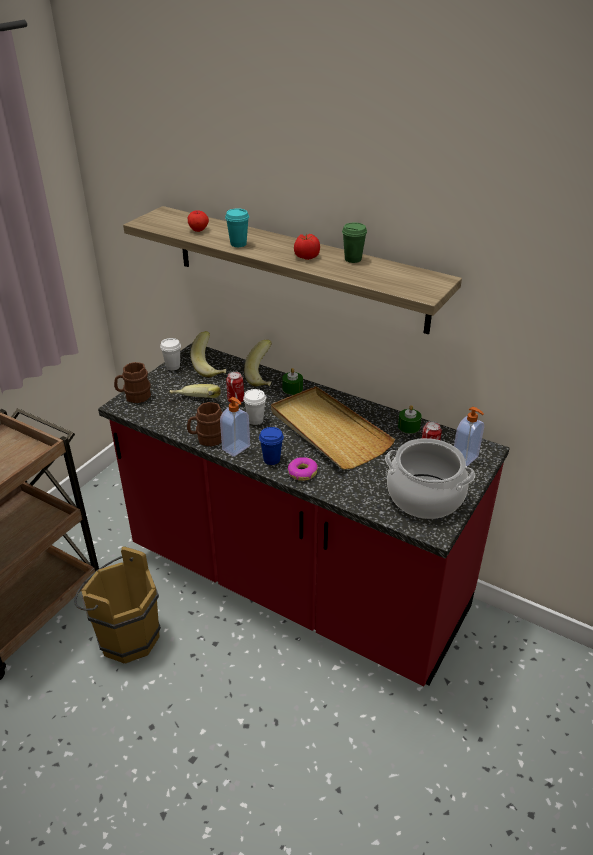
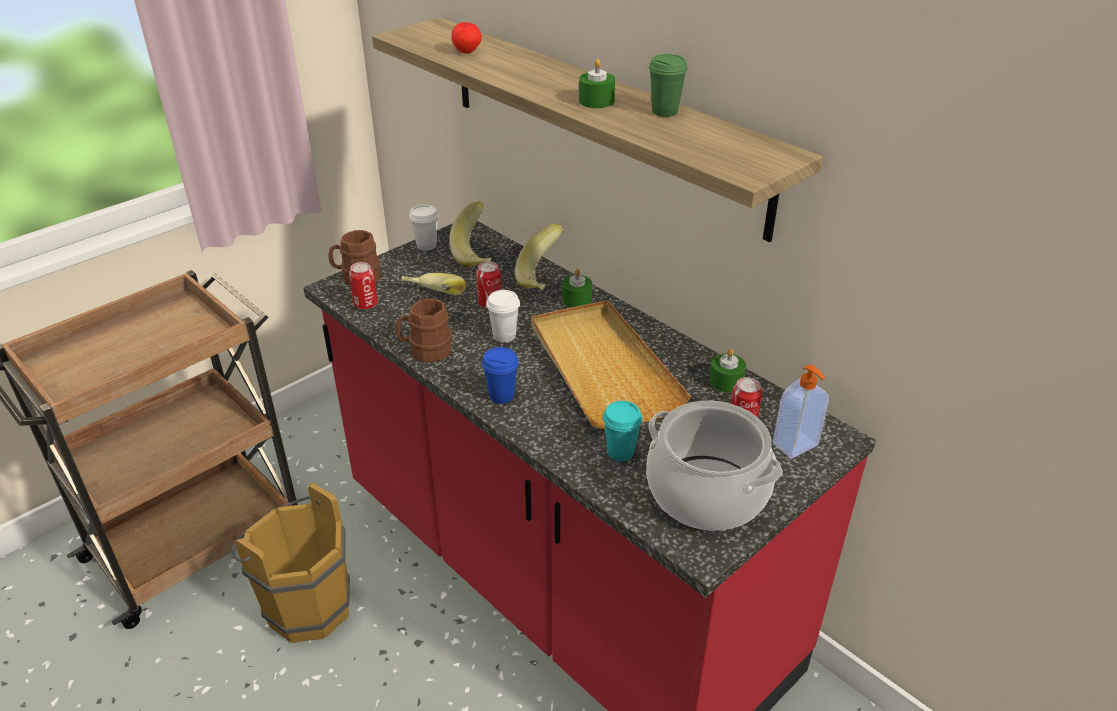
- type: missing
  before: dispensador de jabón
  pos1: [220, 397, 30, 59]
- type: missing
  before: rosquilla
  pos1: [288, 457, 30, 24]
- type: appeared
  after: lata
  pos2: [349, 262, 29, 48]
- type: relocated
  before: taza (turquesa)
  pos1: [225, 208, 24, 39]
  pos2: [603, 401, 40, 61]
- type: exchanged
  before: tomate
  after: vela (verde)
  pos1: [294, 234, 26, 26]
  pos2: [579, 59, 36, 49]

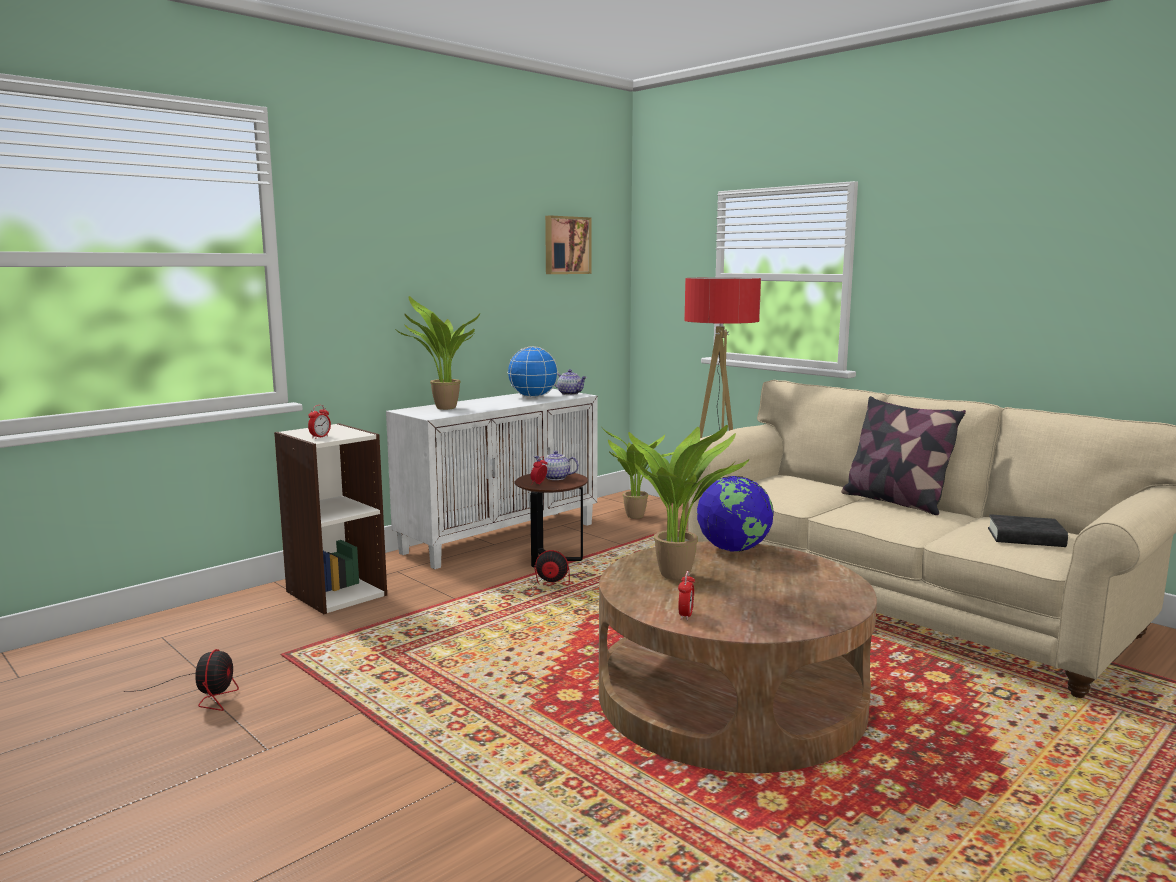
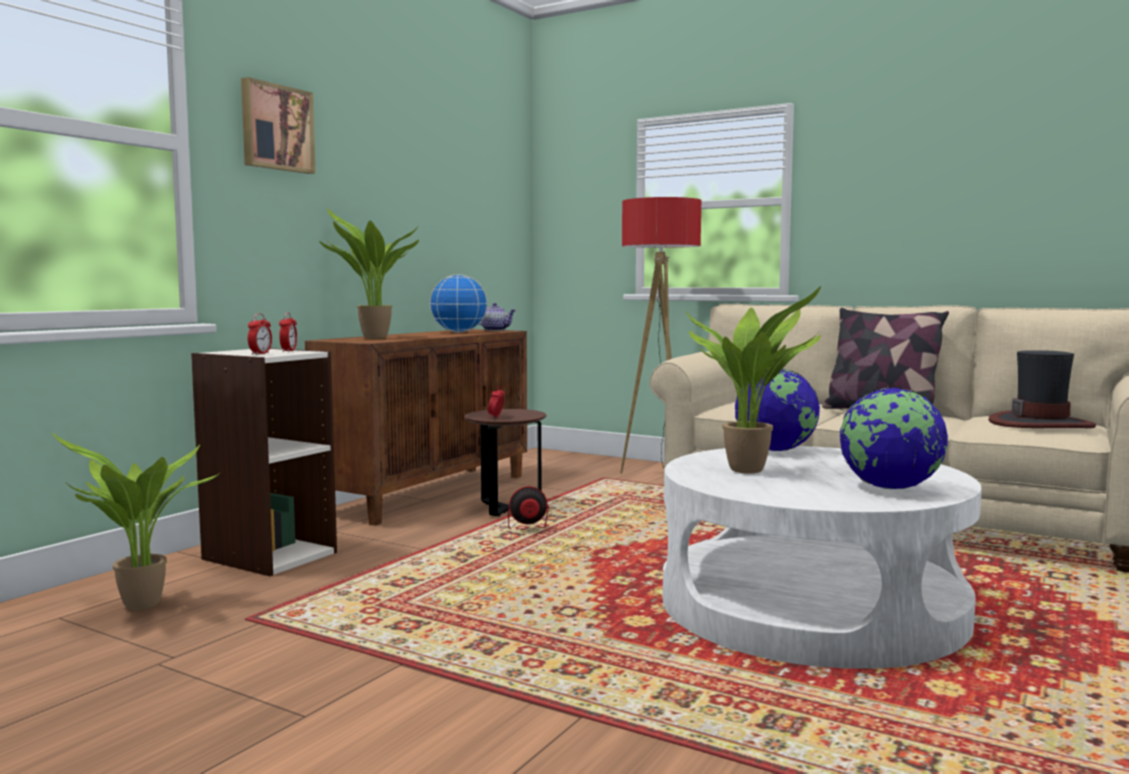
- type: missing
  before: ventilador
  pos1: [123, 649, 116, 62]
- type: missing
  before: tetera
  pos1: [534, 451, 45, 29]
- type: appeared
  after: globo terráqueo
  pos2: [840, 387, 108, 102]
- type: relocated
  before: cuadro
  pos1: [545, 215, 46, 59]
  pos2: [241, 77, 74, 97]
- type: relocated
  before: planta en maceta
  pos1: [603, 429, 71, 90]
  pos2: [52, 432, 168, 178]
- type: relocated
  before: despertador
  pos1: [678, 571, 17, 49]
  pos2: [279, 312, 18, 40]
- type: exchanged
  before: libro (negro)
  after: sombrero
  pos1: [988, 514, 80, 33]
  pos2: [988, 350, 108, 78]
- type: colour
  before: armario (blanco)
  after: armario (marrón)
  pos1: [386, 389, 212, 180]
  pos2: [305, 329, 222, 197]
- type: colour
  before: mesa de centro (marrón)
  after: mesa de centro (blanco)
  pos1: [599, 541, 278, 232]
  pos2: [663, 446, 319, 223]

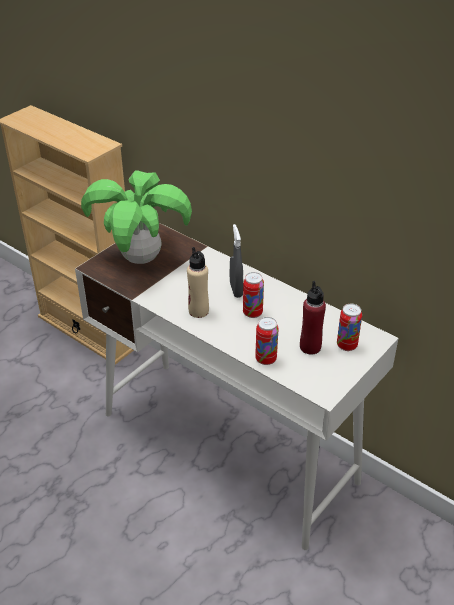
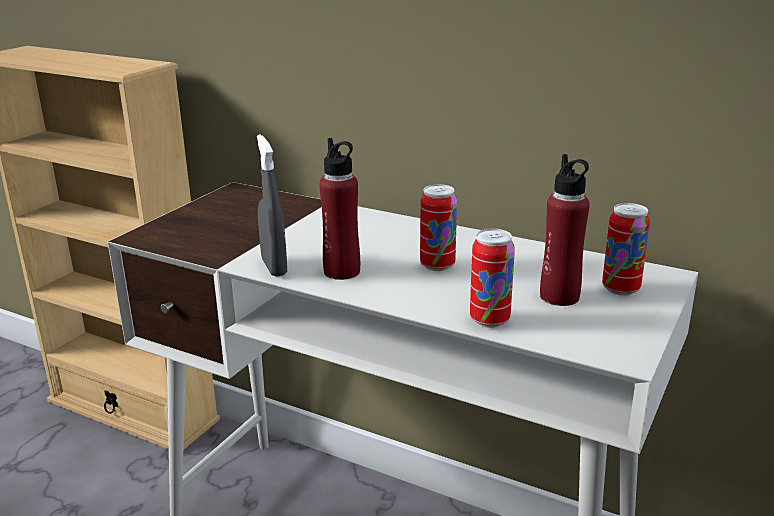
- type: missing
  before: planta en maceta
  pos1: [81, 171, 111, 93]
- type: relocated
  before: pulverizador (gris)
  pos1: [230, 224, 13, 74]
  pos2: [257, 134, 30, 143]
- type: colour
  before: botella (beis)
  after: botella (rojo)
  pos1: [187, 247, 22, 71]
  pos2: [319, 138, 41, 142]

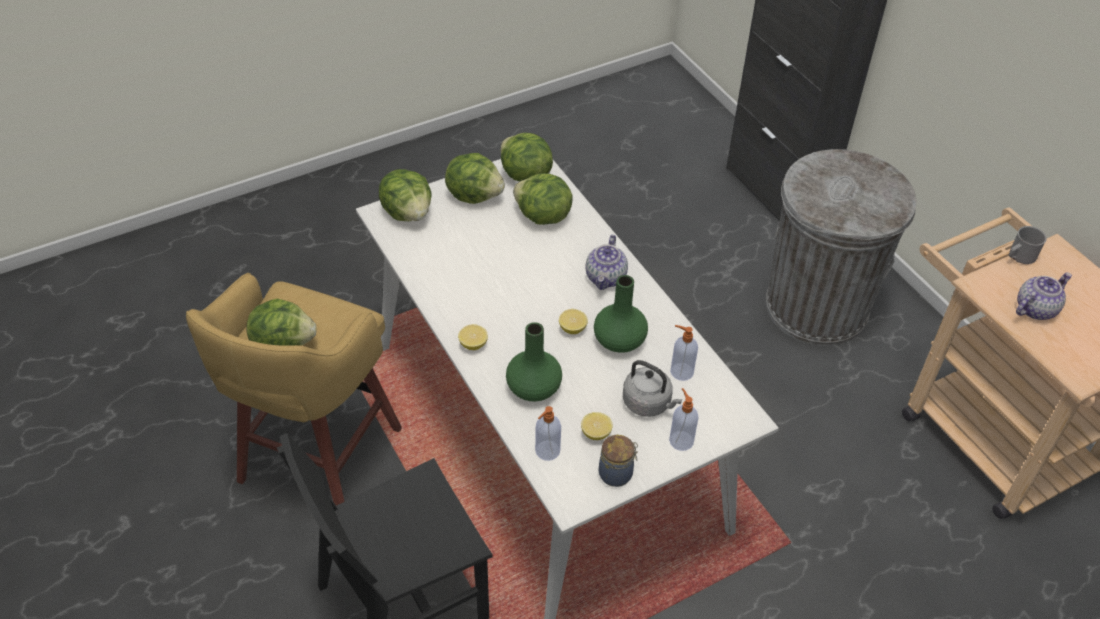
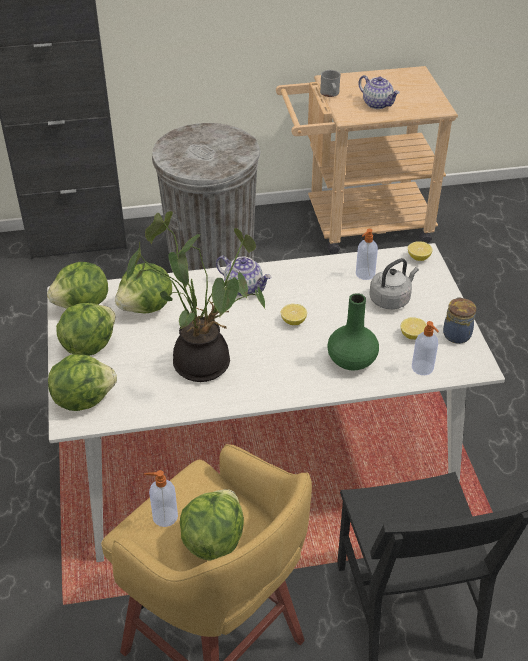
- type: missing
  before: florero (verde)
  pos1: [594, 275, 54, 78]
- type: appeared
  after: planta en maceta
  pos2: [126, 211, 139, 171]
- type: relocated
  before: limón
  pos1: [458, 324, 30, 26]
  pos2: [408, 241, 24, 20]
- type: relocated
  before: dispensador de jabón
  pos1: [669, 388, 30, 63]
  pos2: [144, 470, 34, 57]
- type: spun
  before: tetera
  pos1: [1016, 272, 56, 48]
  pos2: [358, 75, 42, 34]
  turn: 150

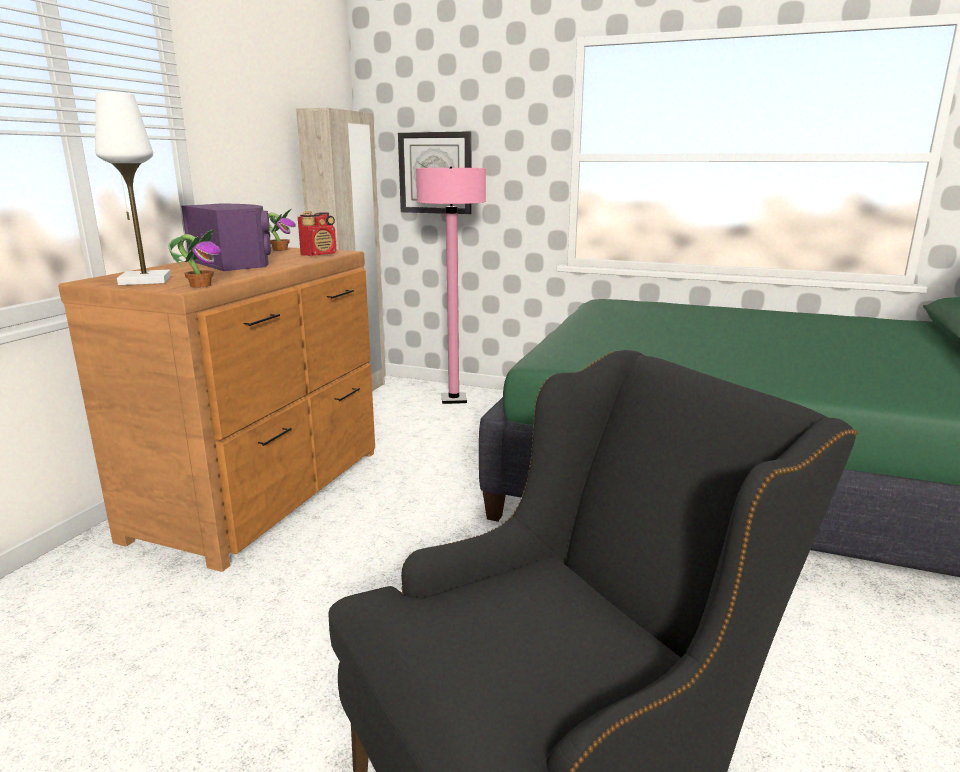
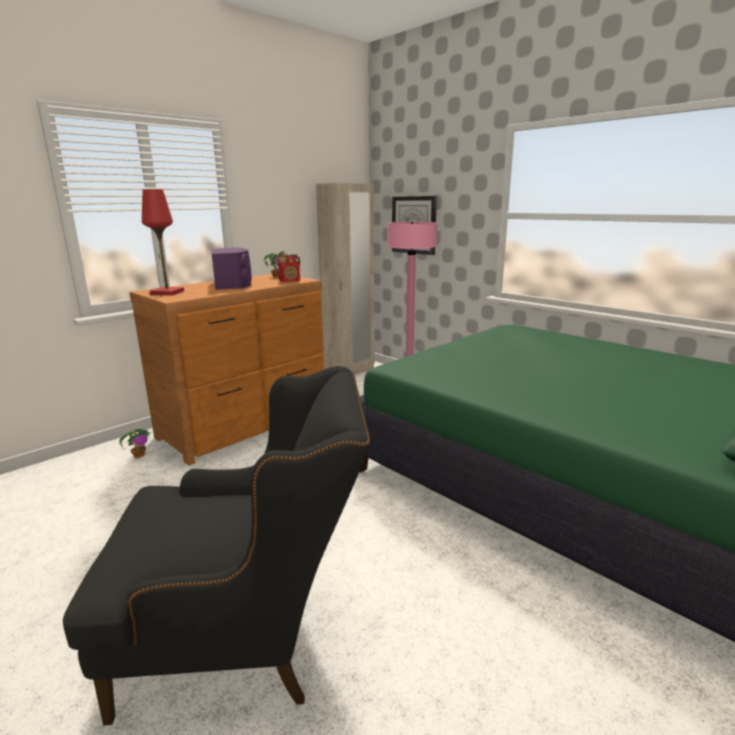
- type: relocated
  before: planta en maceta
  pos1: [168, 229, 53, 59]
  pos2: [119, 429, 31, 29]
- type: colour
  before: lámpara de mesa (blanco)
  after: lámpara de mesa (rojo)
  pos1: [95, 92, 76, 193]
  pos2: [142, 189, 42, 106]

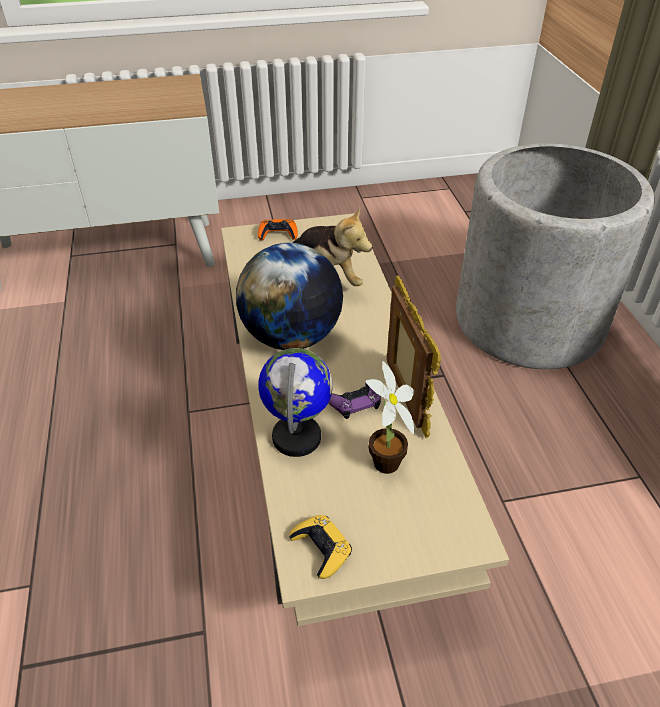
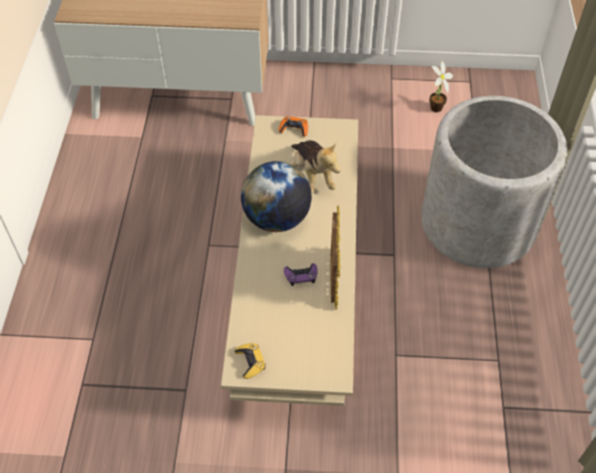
- type: missing
  before: globo terráqueo
  pos1: [258, 348, 75, 109]
- type: relocated
  before: planta en maceta
  pos1: [365, 361, 49, 113]
  pos2: [429, 61, 24, 51]

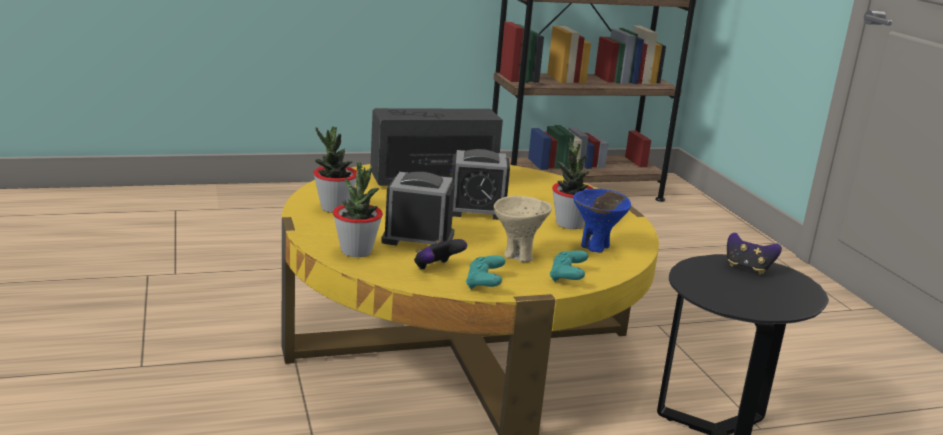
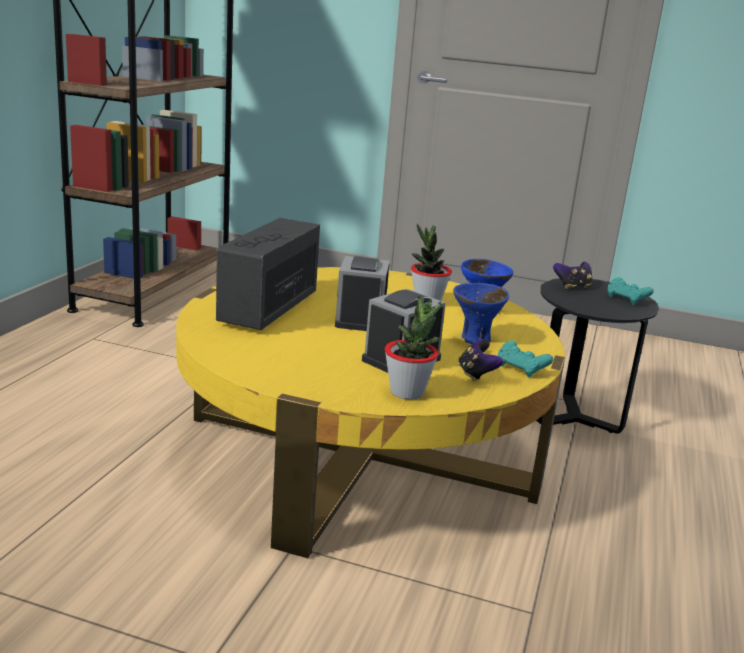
- type: missing
  before: planta en maceta
  pos1: [313, 126, 44, 87]
- type: relocated
  before: mando de consola (turquesa)
  pos1: [550, 250, 38, 32]
  pos2: [608, 277, 46, 28]
- type: colour
  before: cuenco (beis)
  after: cuenco (azul)
  pos1: [493, 196, 59, 66]
  pos2: [453, 283, 56, 61]
- type: spun
  before: despertador
  pos1: [452, 149, 58, 71]
  pos2: [335, 256, 55, 75]
  turn: 150

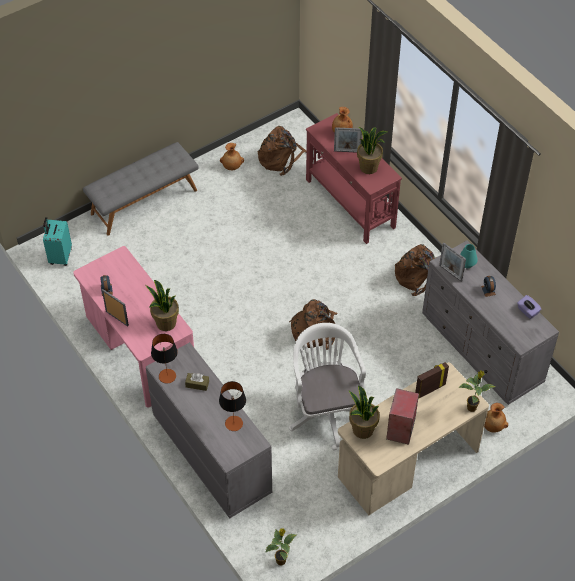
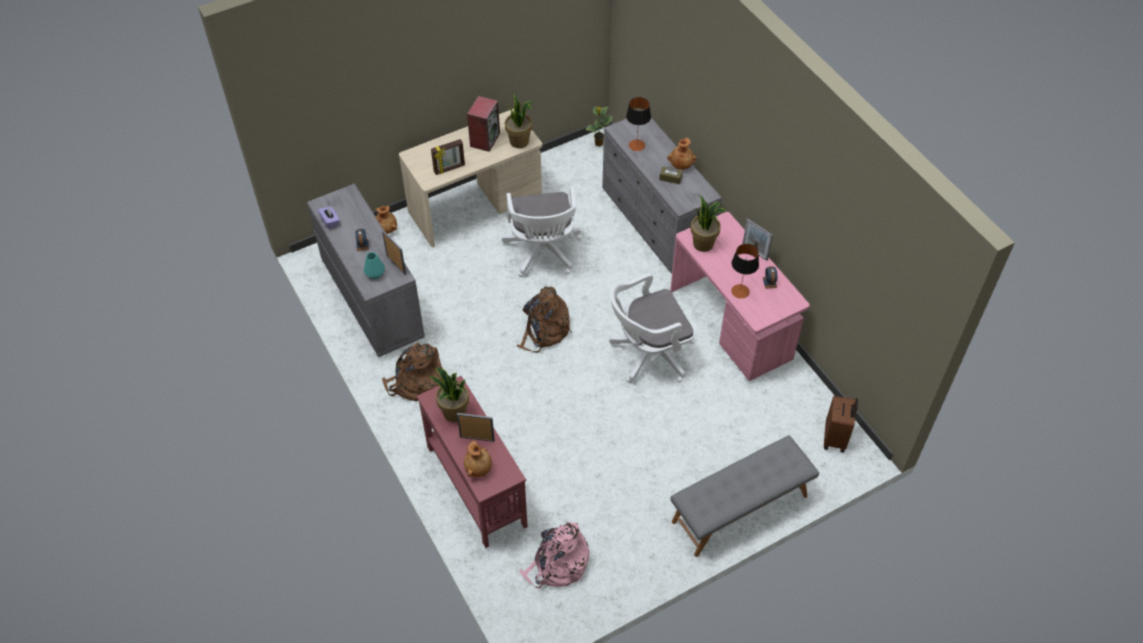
- type: missing
  before: planta en maceta
  pos1: [458, 370, 37, 42]
- type: appeared
  after: silla de oficina (blanco)
  pos2: [609, 273, 86, 110]
- type: relocated
  before: lámpara de mesa
  pos1: [151, 334, 27, 50]
  pos2: [731, 244, 28, 55]
- type: relocated
  before: florero (marrón)
  pos1: [220, 143, 24, 27]
  pos2: [668, 138, 28, 32]
- type: colour
  before: maleta (turquesa)
  after: maleta (marrón)
  pos1: [43, 217, 29, 49]
  pos2: [824, 396, 34, 57]
- type: colour
  before: mochila (marrón)
  after: mochila (rosa)
  pos1: [258, 126, 49, 50]
  pos2: [519, 522, 70, 66]

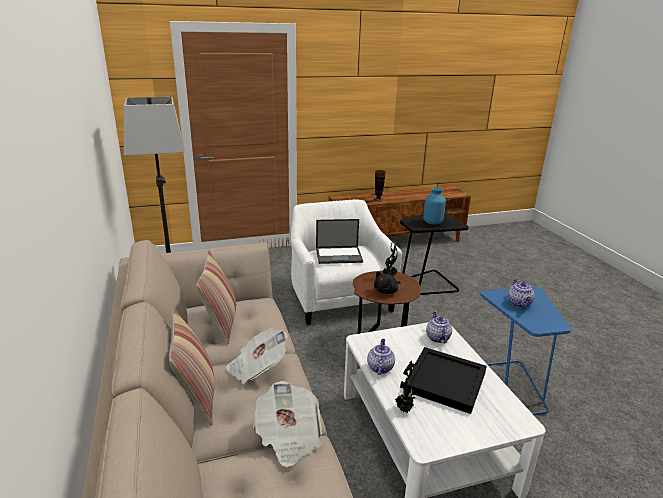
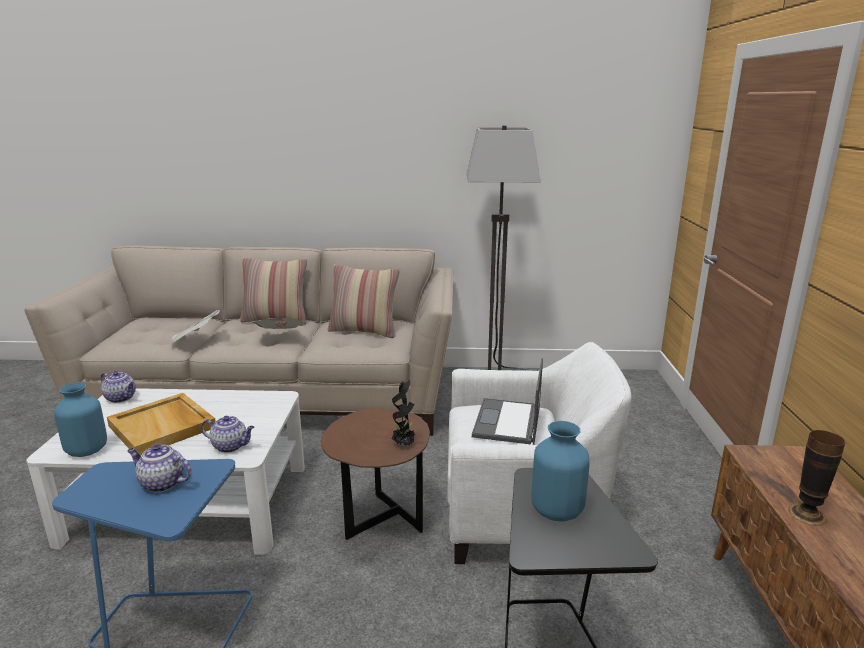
- type: missing
  before: peluche (negro)
  pos1: [374, 272, 26, 22]
- type: missing
  before: planta en maceta
  pos1: [395, 361, 23, 52]
- type: appeared
  after: florero (azul)
  pos2: [54, 383, 53, 74]
- type: relocated
  before: tetera
  pos1: [367, 339, 28, 36]
  pos2: [101, 371, 35, 32]
- type: colour
  before: bandeja (negro)
  after: bandeja (beis)
  pos1: [405, 347, 82, 67]
  pos2: [107, 393, 109, 63]

